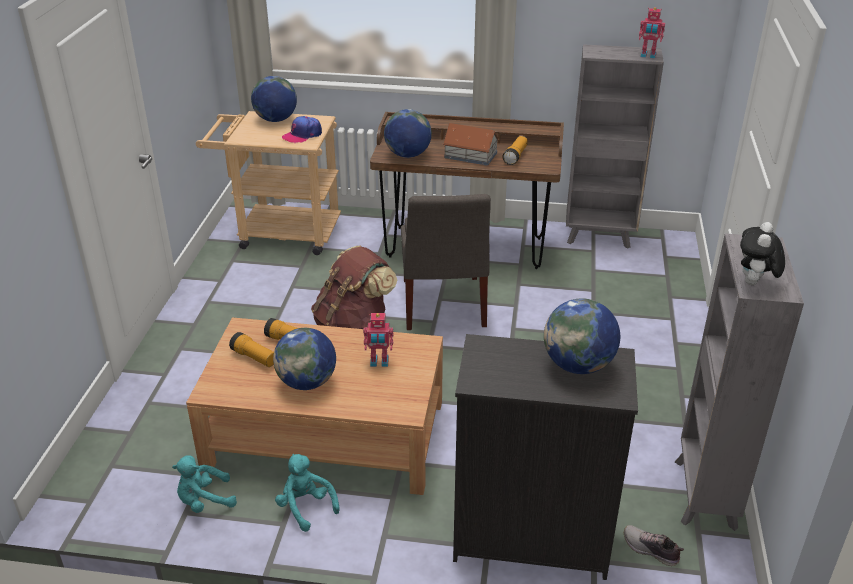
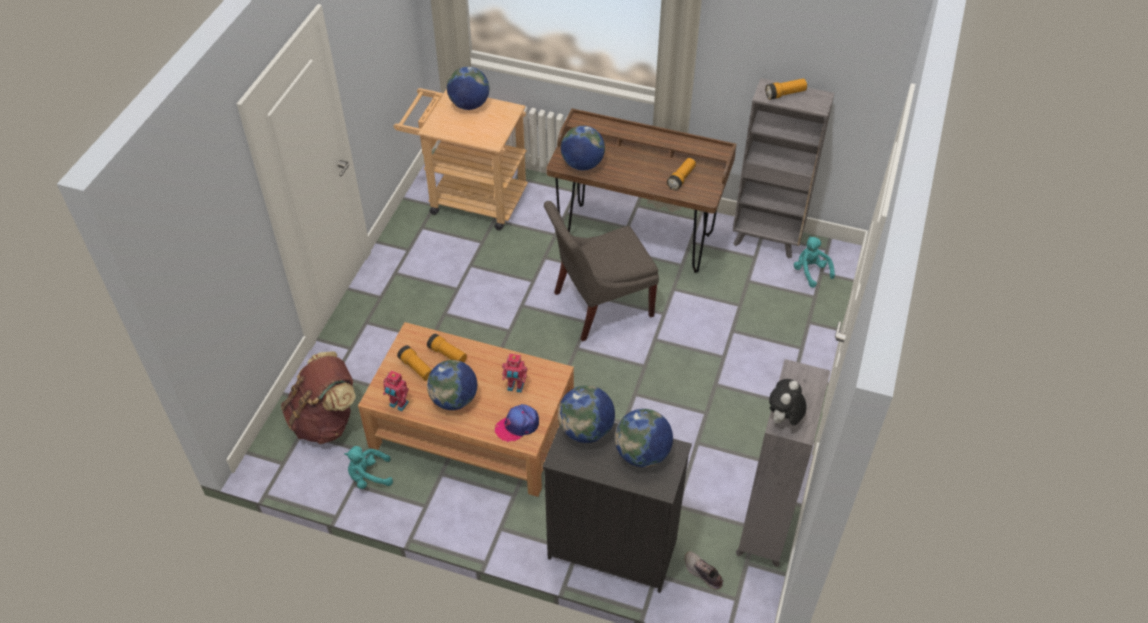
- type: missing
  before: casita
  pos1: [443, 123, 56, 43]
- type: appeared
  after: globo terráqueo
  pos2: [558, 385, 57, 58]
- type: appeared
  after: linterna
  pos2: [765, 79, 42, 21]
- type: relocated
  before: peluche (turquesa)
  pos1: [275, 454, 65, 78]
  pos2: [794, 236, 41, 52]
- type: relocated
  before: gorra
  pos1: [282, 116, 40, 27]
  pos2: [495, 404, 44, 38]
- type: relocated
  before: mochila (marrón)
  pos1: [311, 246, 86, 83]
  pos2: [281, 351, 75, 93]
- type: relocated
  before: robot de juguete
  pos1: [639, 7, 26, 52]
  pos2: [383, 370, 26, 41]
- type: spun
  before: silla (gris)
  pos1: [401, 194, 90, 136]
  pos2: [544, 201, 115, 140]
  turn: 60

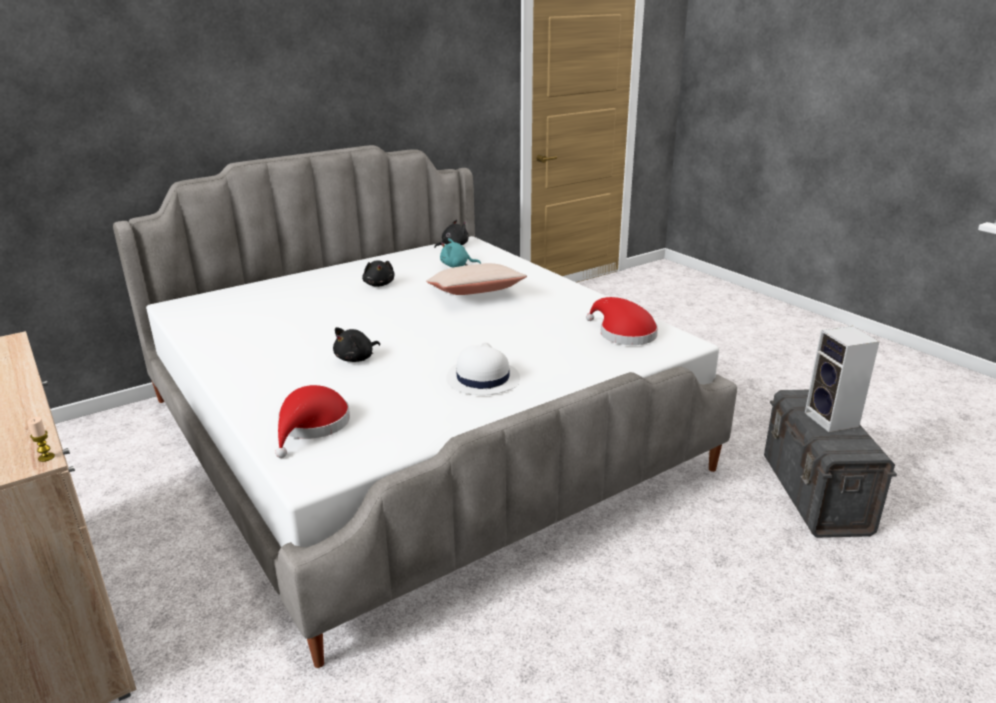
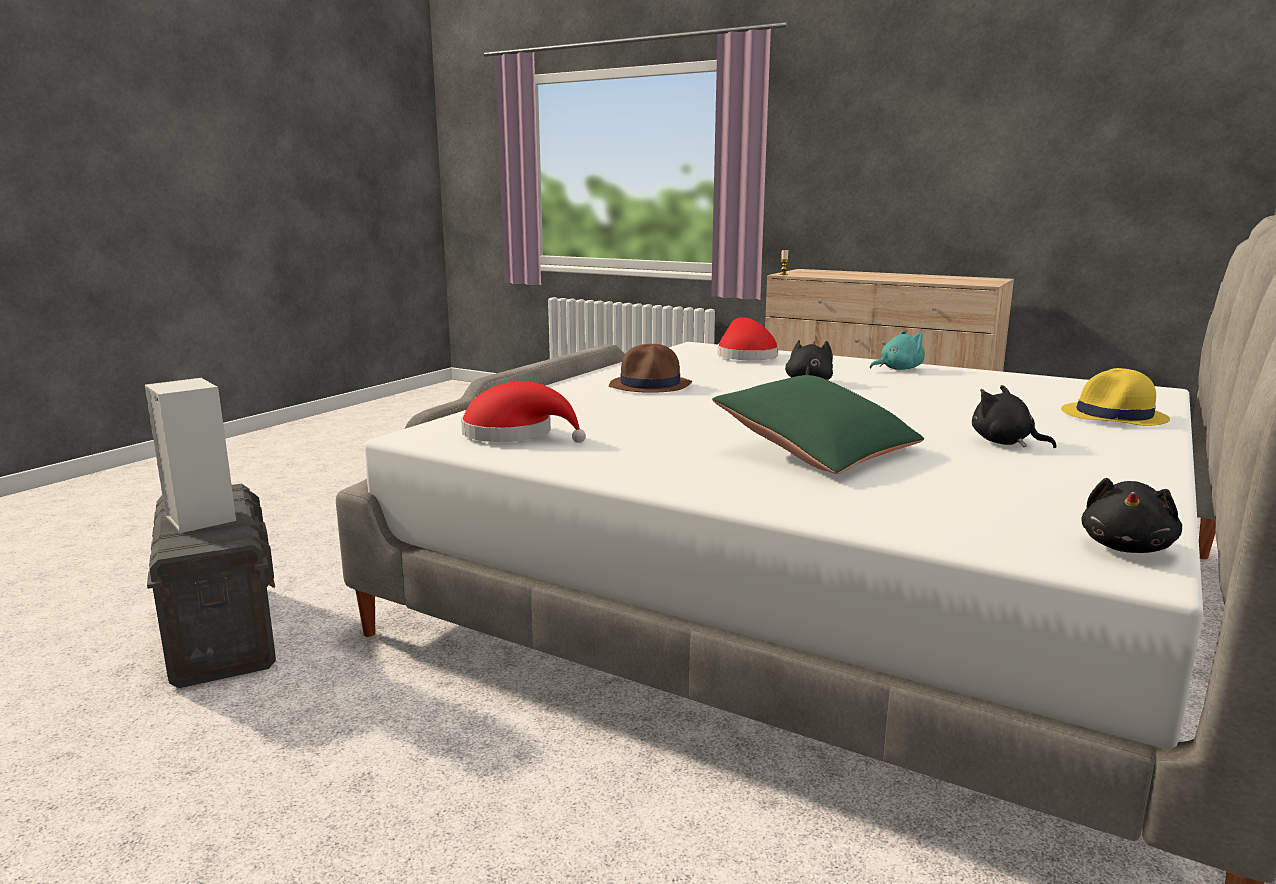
- type: appeared
  after: sombrero (amarillo)
  pos2: [1061, 368, 109, 58]
- type: relocated
  before: peluche (turquesa)
  pos1: [440, 238, 41, 29]
  pos2: [870, 330, 55, 40]
- type: colour
  before: cojín (beis)
  after: cojín (verde)
  pos1: [426, 263, 101, 32]
  pos2: [712, 375, 212, 99]
- type: colour
  before: sombrero (blanco)
  after: sombrero (marrón)
  pos1: [446, 343, 74, 52]
  pos2: [609, 344, 83, 49]

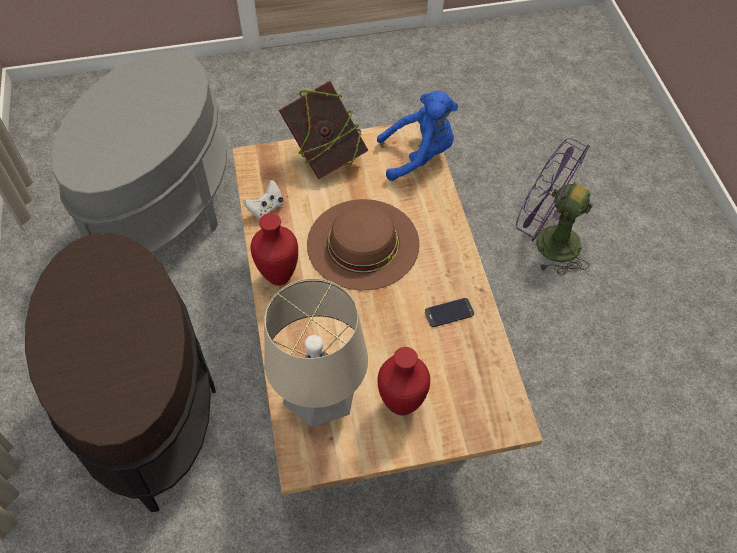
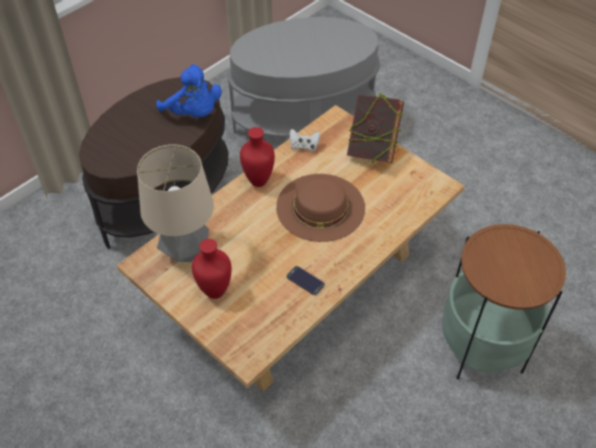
- type: relocated
  before: peluche (azul)
  pos1: [377, 91, 81, 90]
  pos2: [156, 64, 66, 53]
- type: exchanged
  before: ventilador (morado)
  after: mesa auxiliar
  pos1: [516, 138, 77, 138]
  pos2: [442, 224, 124, 155]

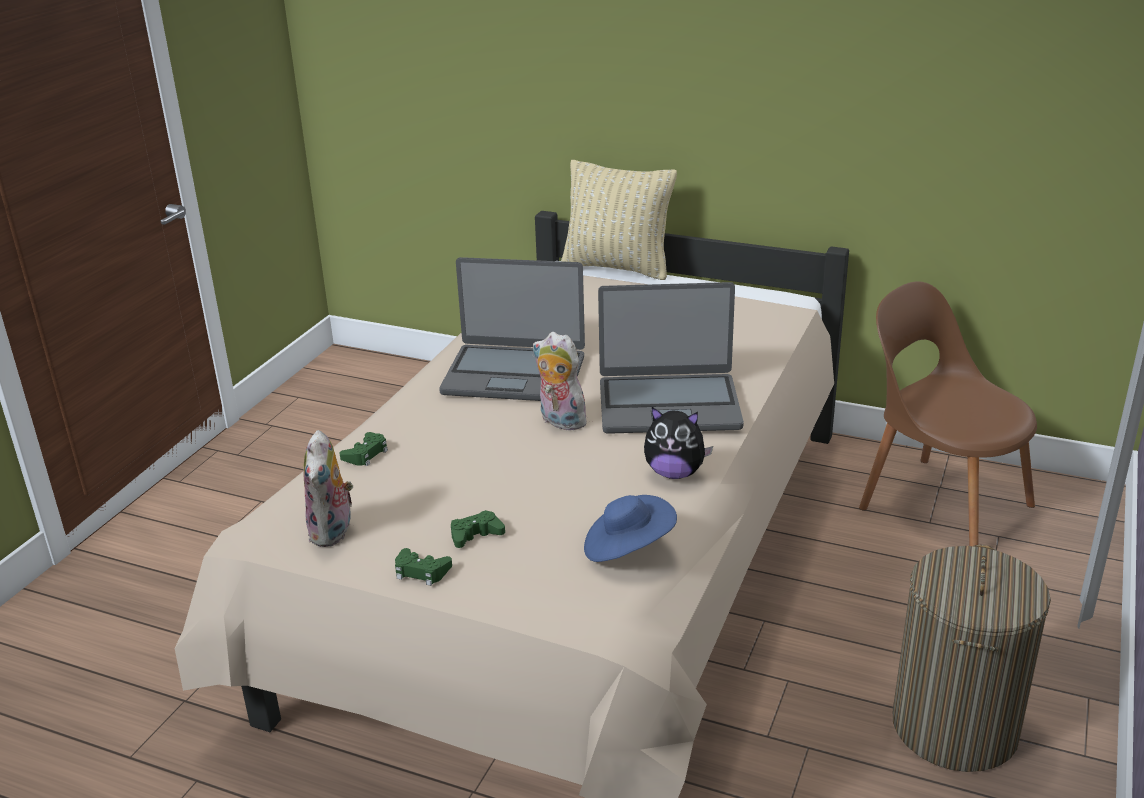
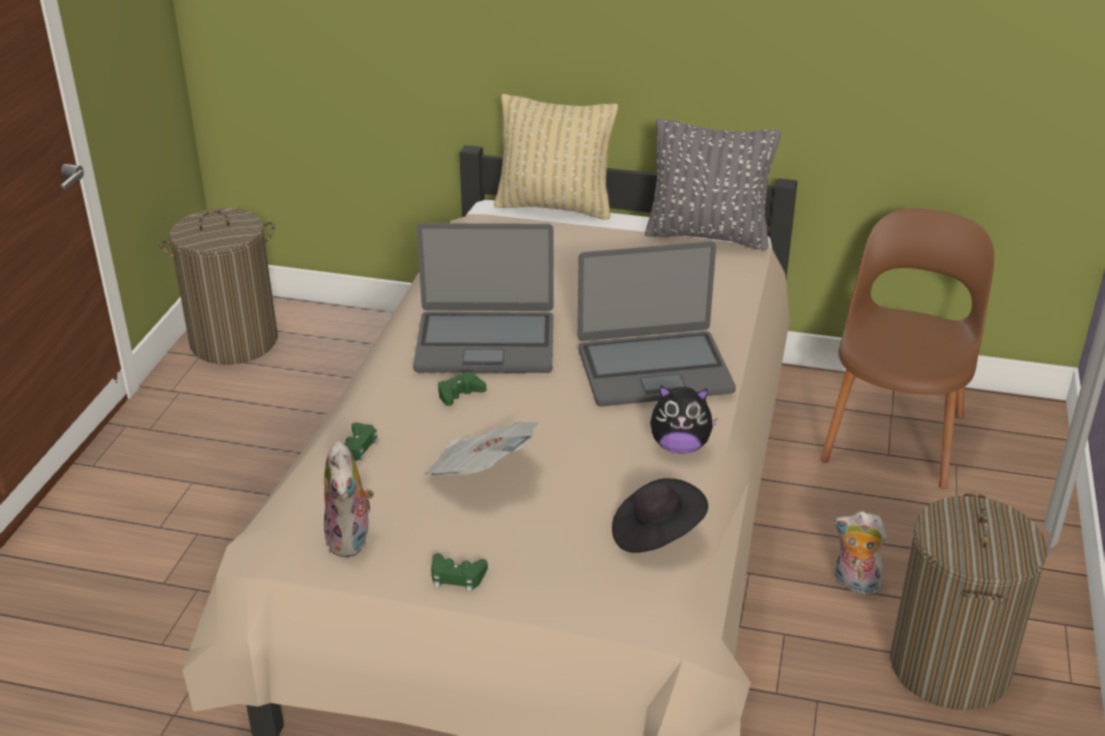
- type: appeared
  after: cesto de la ropa
  pos2: [159, 208, 119, 157]
- type: appeared
  after: periódico
  pos2: [424, 422, 115, 54]
- type: appeared
  after: cojín (gris)
  pos2: [645, 118, 136, 132]
- type: relocated
  before: mando de consola (verde)
  pos1: [451, 510, 54, 38]
  pos2: [438, 371, 48, 35]
- type: relocated
  before: peluche
  pos1: [533, 332, 54, 99]
  pos2: [834, 511, 53, 84]
- type: colour
  before: sombrero (azul)
  after: sombrero (negro)
  pos1: [584, 495, 93, 67]
  pos2: [612, 478, 96, 75]
- type: spun
  before: silla (marrón)
  pos1: [859, 281, 178, 265]
  pos2: [820, 208, 174, 281]
  turn: 75

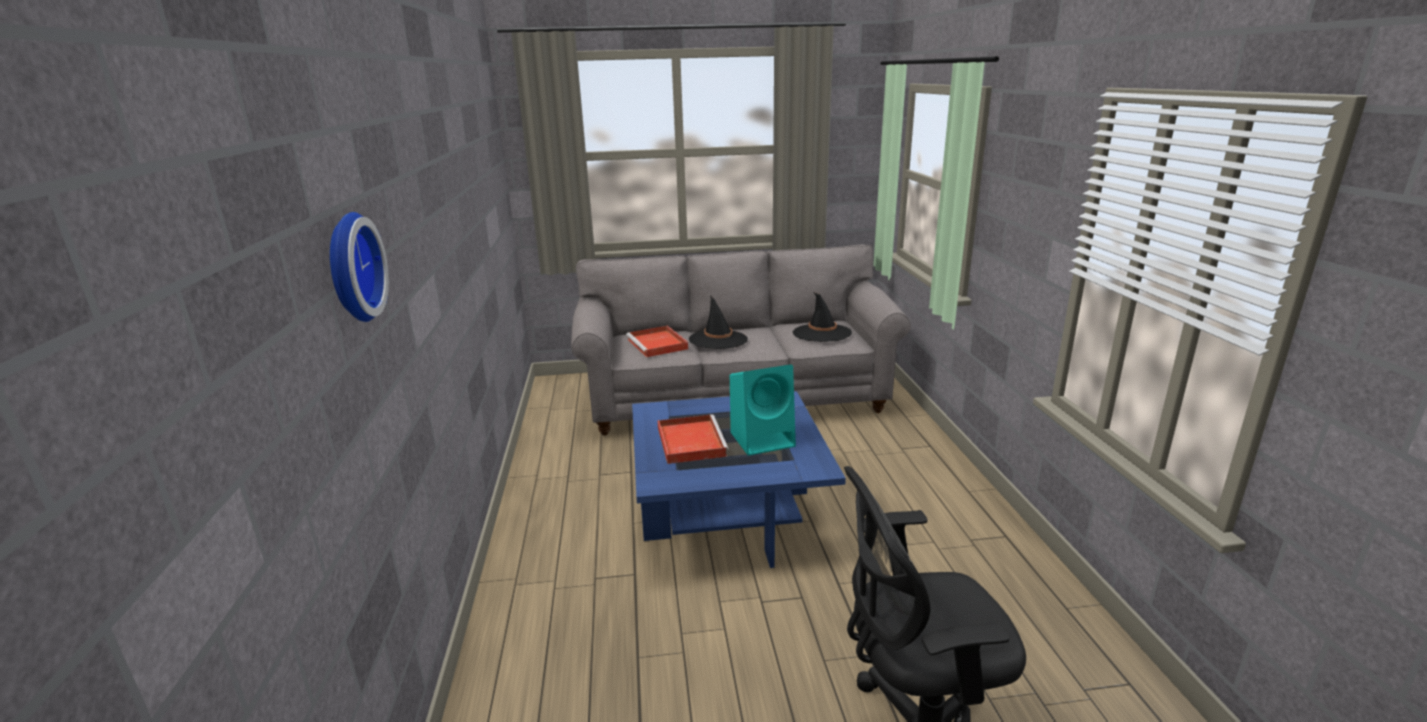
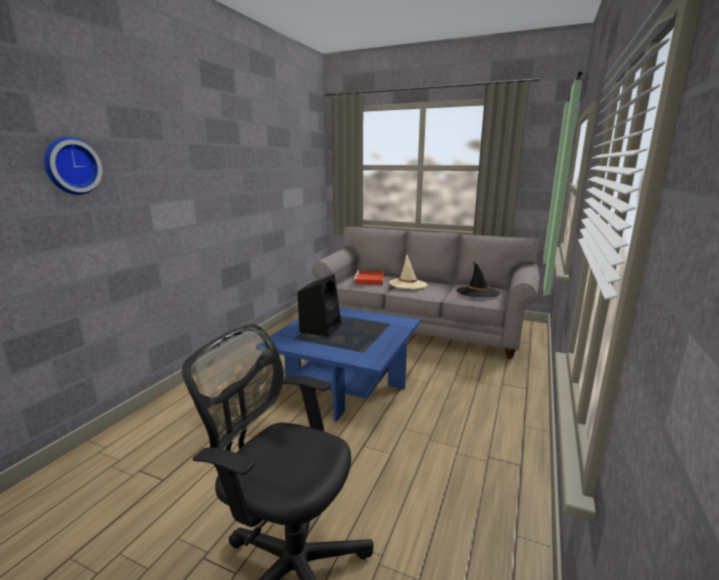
- type: missing
  before: altavoz (turquesa)
  pos1: [730, 364, 66, 92]
- type: exchanged
  before: bandeja (rojo)
  after: altavoz (negro)
  pos1: [658, 414, 71, 50]
  pos2: [297, 274, 45, 63]
- type: colour
  before: sombrero (negro)
  after: sombrero (beis)
  pos1: [689, 296, 59, 53]
  pos2: [389, 255, 38, 34]

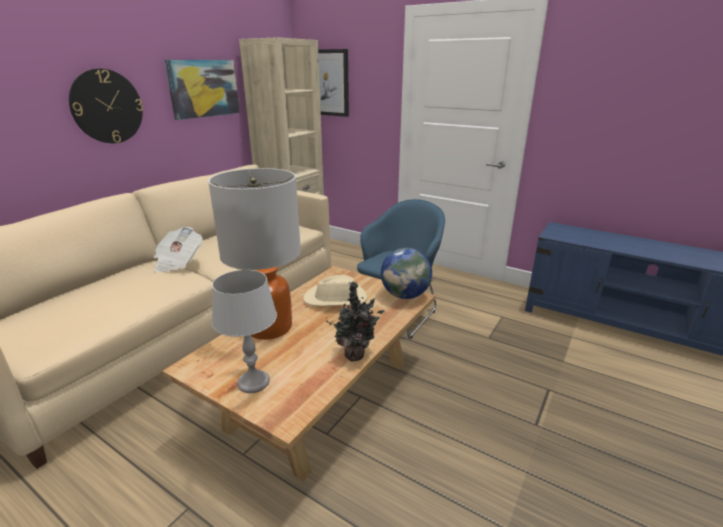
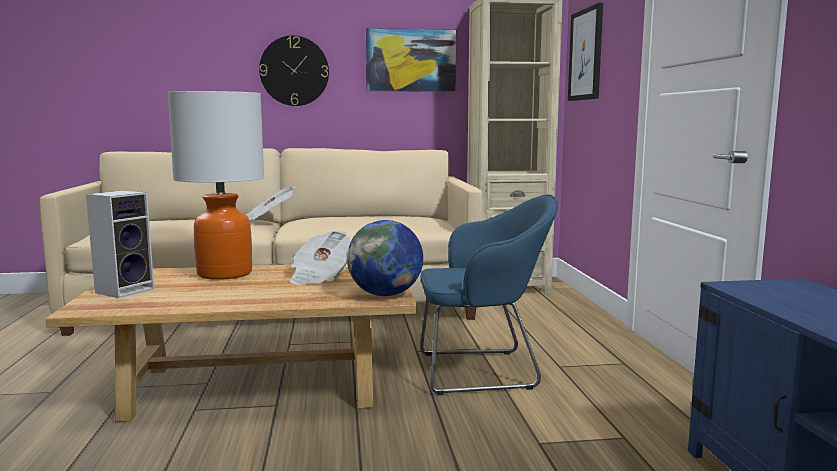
- type: missing
  before: planta en maceta
  pos1: [326, 282, 59, 79]
- type: exchanged
  before: lámpara de mesa (gris)
  after: altavoz
  pos1: [212, 270, 65, 123]
  pos2: [86, 190, 68, 108]
- type: exchanged
  before: sombrero (beis)
  after: periódico
  pos1: [303, 275, 64, 31]
  pos2: [290, 231, 62, 54]

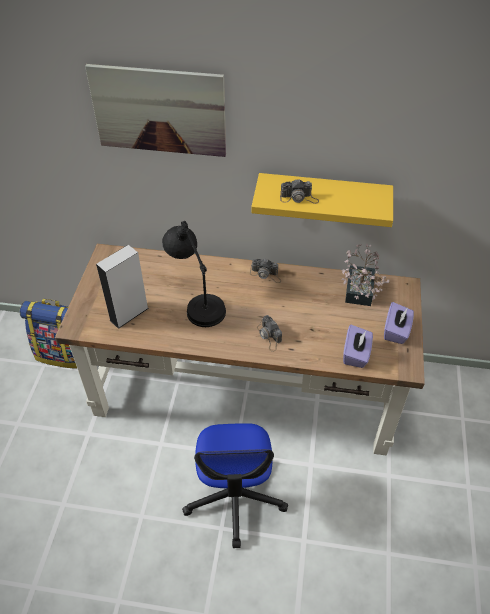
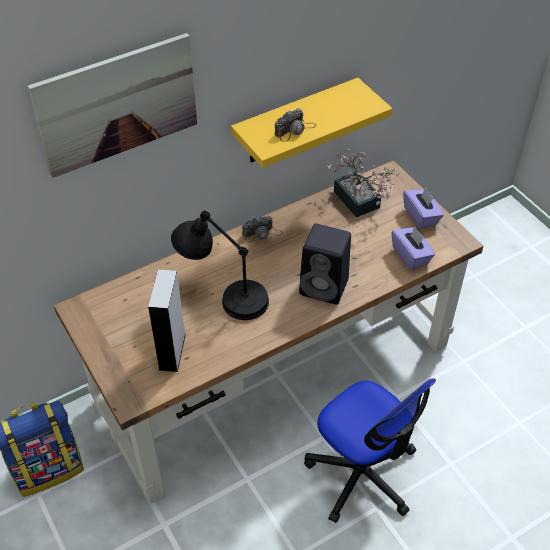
- type: exchanged
  before: cámara
  after: altavoz (negro)
  pos1: [257, 315, 25, 37]
  pos2: [299, 224, 52, 81]

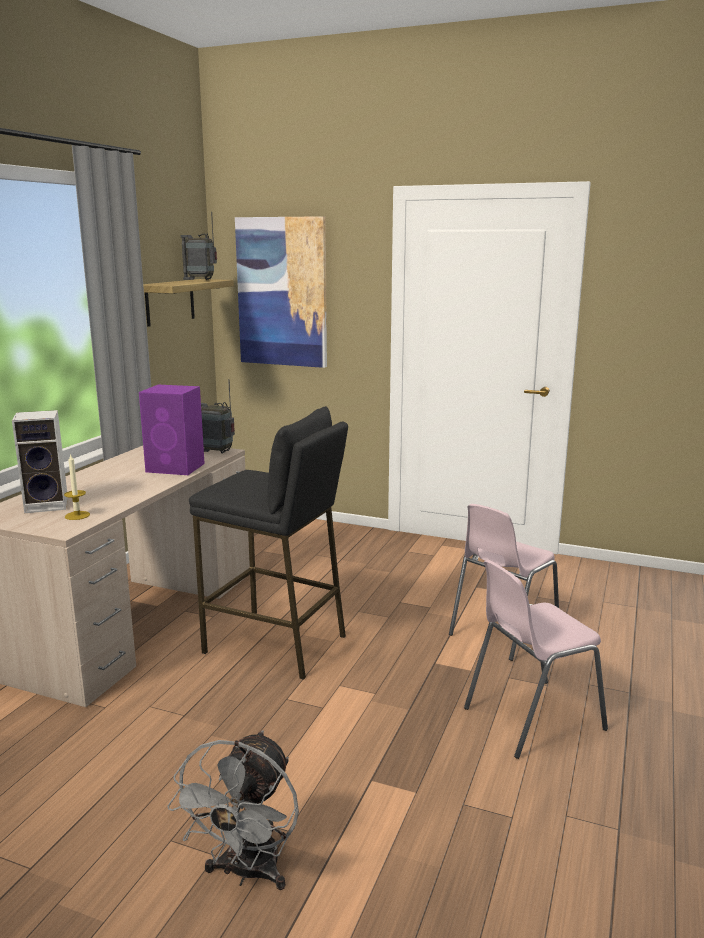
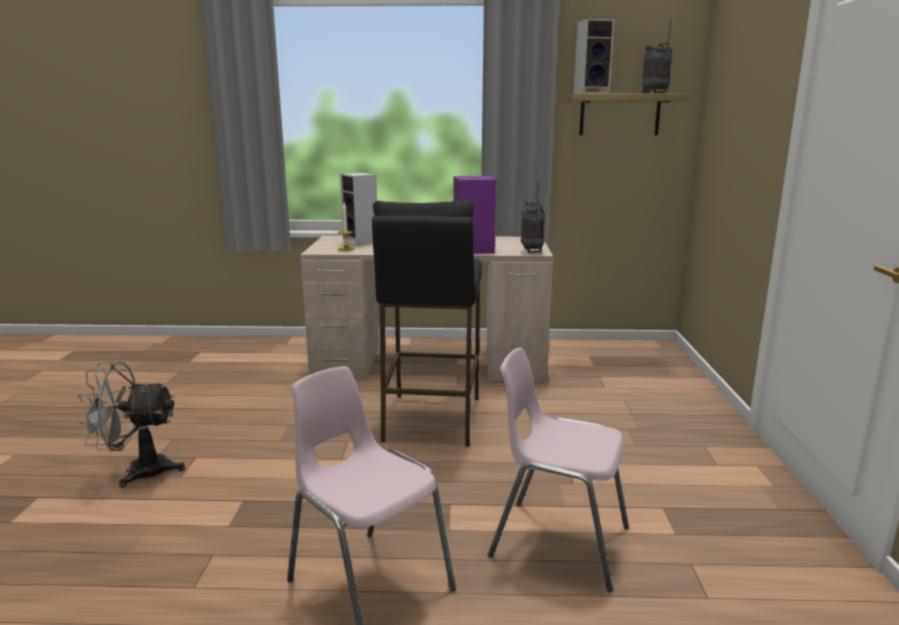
- type: missing
  before: cuadro
  pos1: [235, 216, 92, 152]
- type: appeared
  after: altavoz
  pos2: [574, 18, 41, 76]

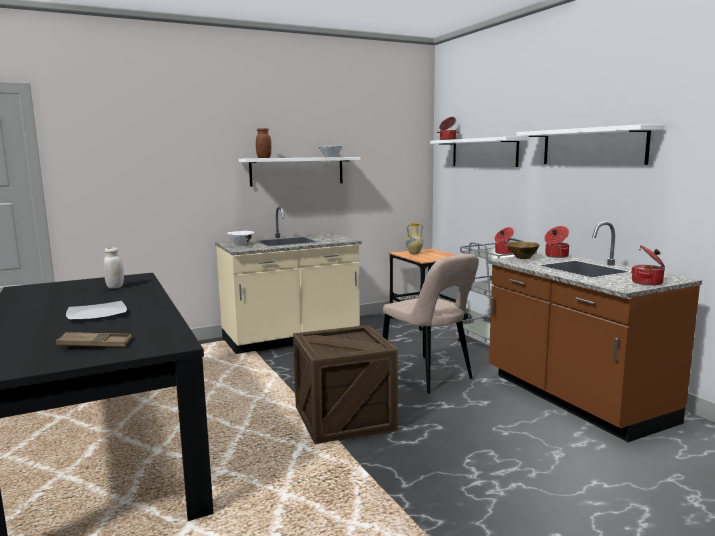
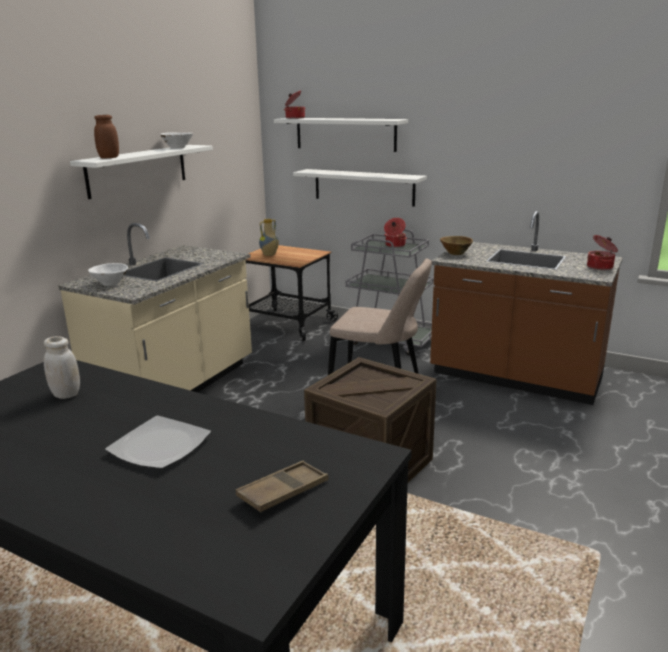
- type: missing
  before: olla
  pos1: [544, 226, 25, 32]
- type: relocated
  before: estante (blanco)
  pos1: [516, 124, 149, 41]
  pos2: [293, 169, 134, 38]

